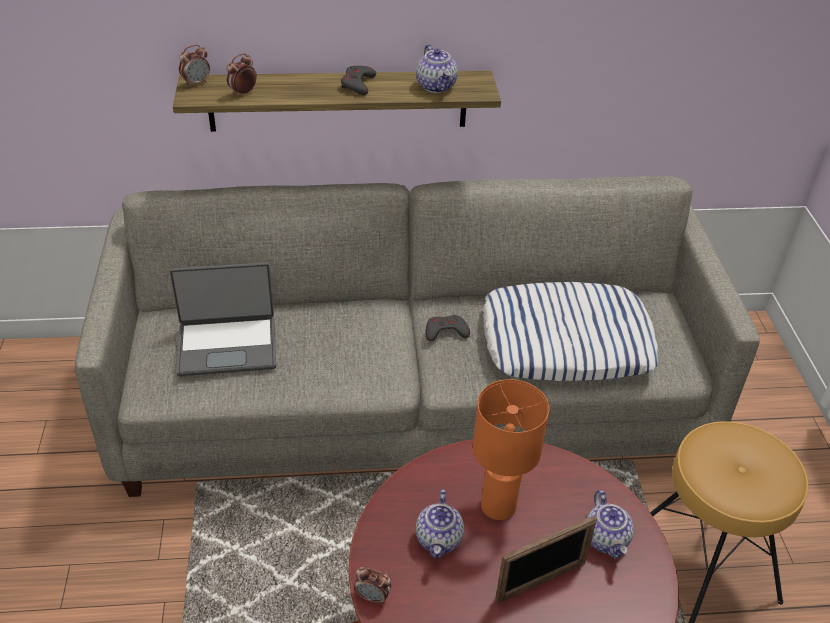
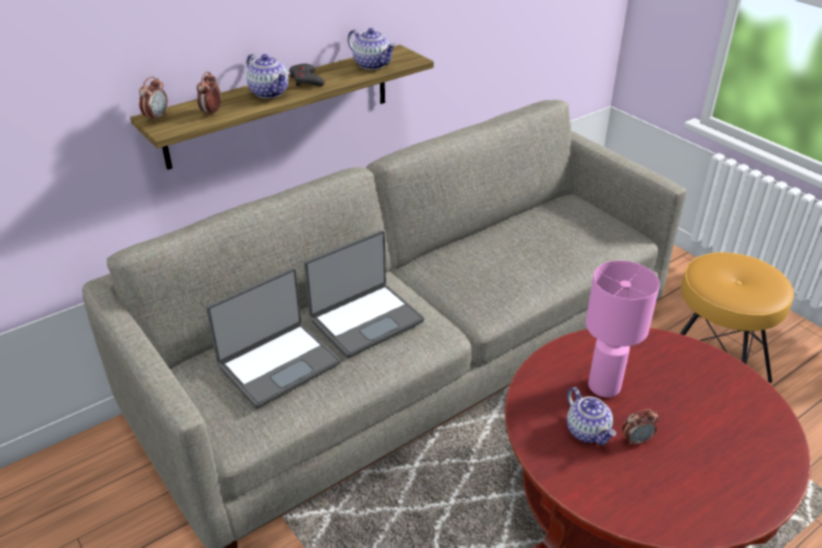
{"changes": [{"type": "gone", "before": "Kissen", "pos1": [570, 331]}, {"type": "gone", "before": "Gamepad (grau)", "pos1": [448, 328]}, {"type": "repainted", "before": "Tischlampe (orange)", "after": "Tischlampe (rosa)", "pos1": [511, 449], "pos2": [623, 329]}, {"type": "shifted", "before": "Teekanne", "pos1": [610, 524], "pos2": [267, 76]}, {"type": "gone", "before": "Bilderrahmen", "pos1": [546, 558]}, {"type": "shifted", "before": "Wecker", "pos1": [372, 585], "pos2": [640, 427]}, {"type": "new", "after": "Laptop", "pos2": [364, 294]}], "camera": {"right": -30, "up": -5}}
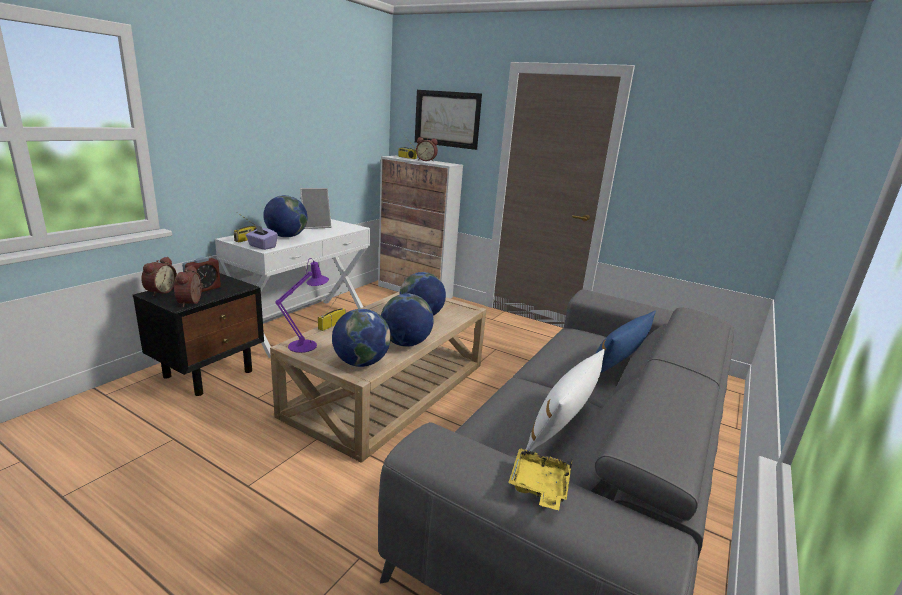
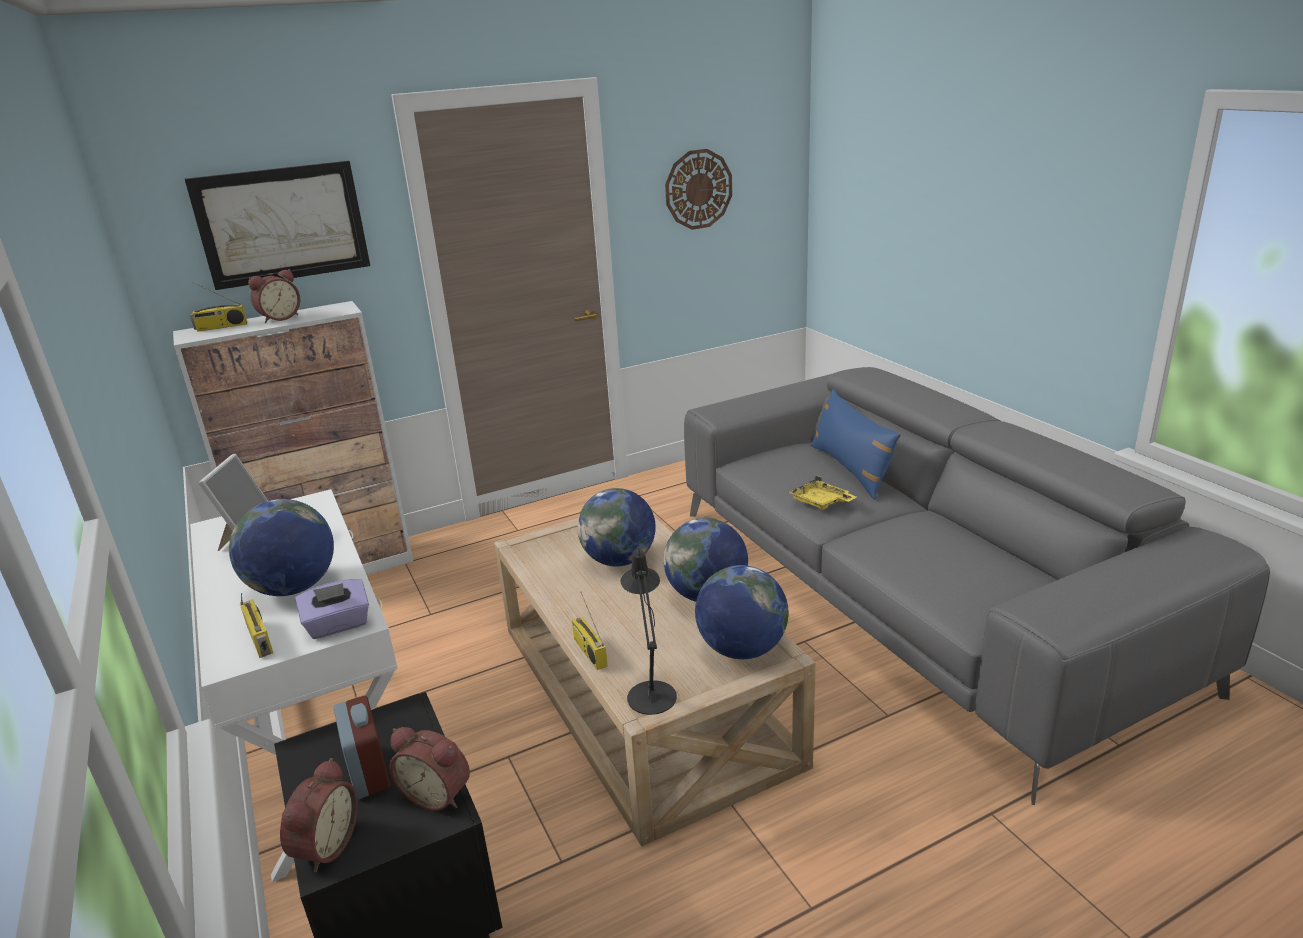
{"changes": [{"type": "rotated", "before": "Wecker", "pos1": [159, 276], "pos2": [319, 815], "turn": 60}, {"type": "repainted", "before": "Tischlampe (lila)", "after": "Tischlampe (schwarz)", "pos1": [302, 305], "pos2": [649, 631]}, {"type": "gone", "before": "Kissen (weiß)", "pos1": [565, 400]}, {"type": "shifted", "before": "Tablett (gelb)", "pos1": [540, 479], "pos2": [822, 493]}, {"type": "new", "after": "Wanduhr", "pos2": [698, 189]}], "camera": {"right": -55, "up": 5}}
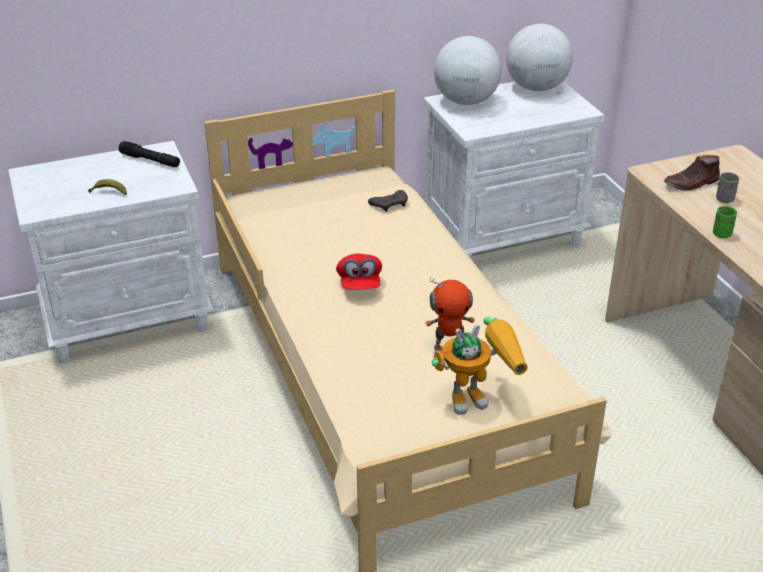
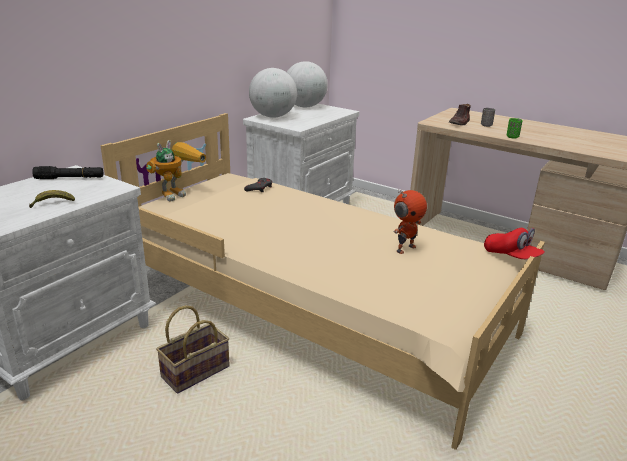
{"changes": [{"type": "shifted", "before": "Kappe (rot)", "pos1": [359, 271], "pos2": [514, 243]}, {"type": "shifted", "before": "Spielzeugroboter", "pos1": [480, 366], "pos2": [176, 171]}, {"type": "new", "after": "Korb", "pos2": [193, 349]}], "camera": {"right": -35, "up": -10}}
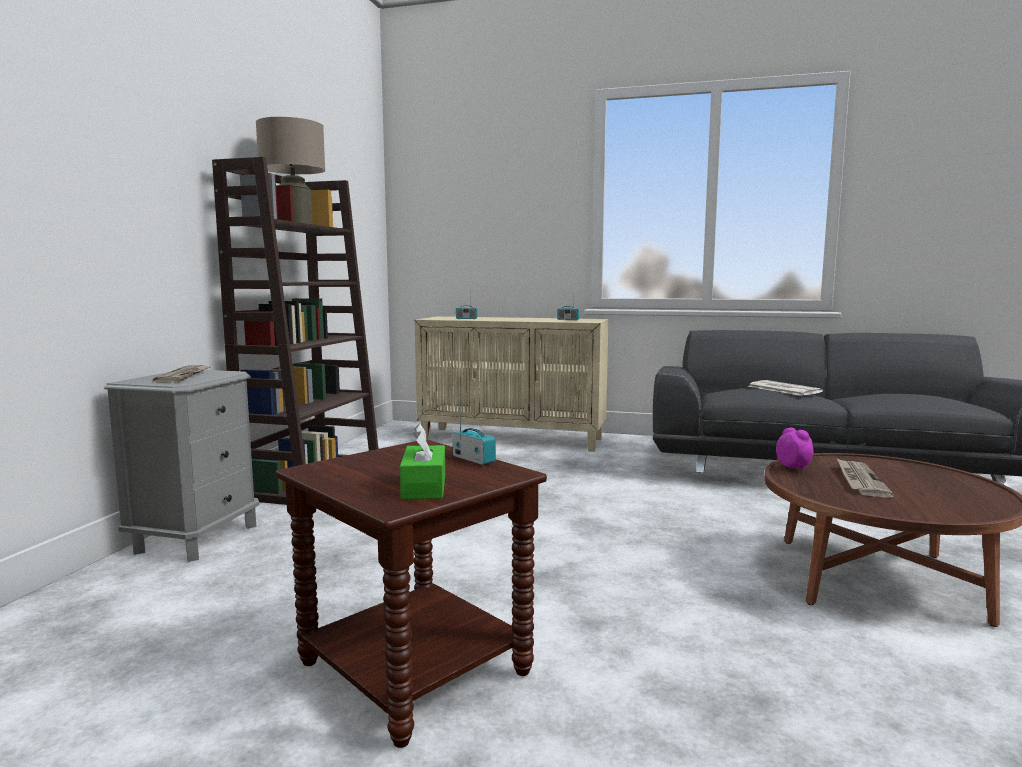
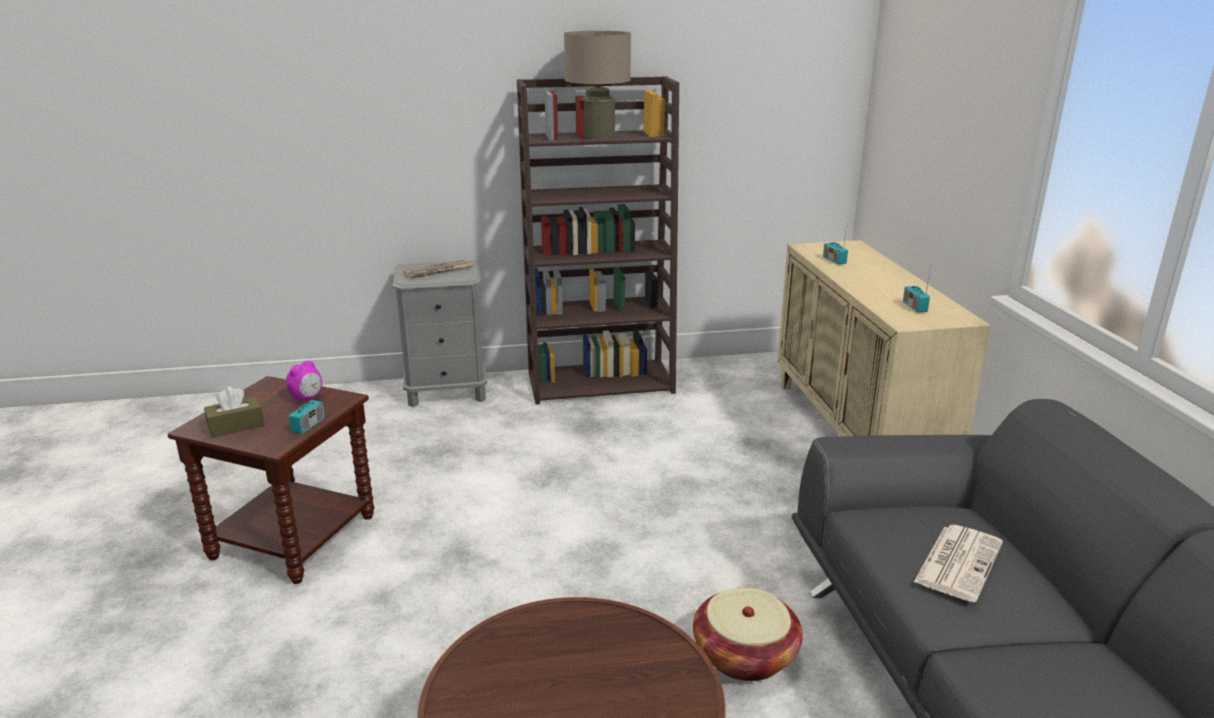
{"changes": [{"type": "repainted", "before": "Taschentuchbox (grün)", "after": "Taschentuchbox (braun)", "pos1": [422, 461], "pos2": [234, 412]}, {"type": "shifted", "before": "Wecker", "pos1": [795, 449], "pos2": [304, 381]}, {"type": "gone", "before": "Zeitung", "pos1": [865, 478]}, {"type": "new", "after": "Korb", "pos2": [748, 634]}], "camera": {"right": 65, "up": 15}}
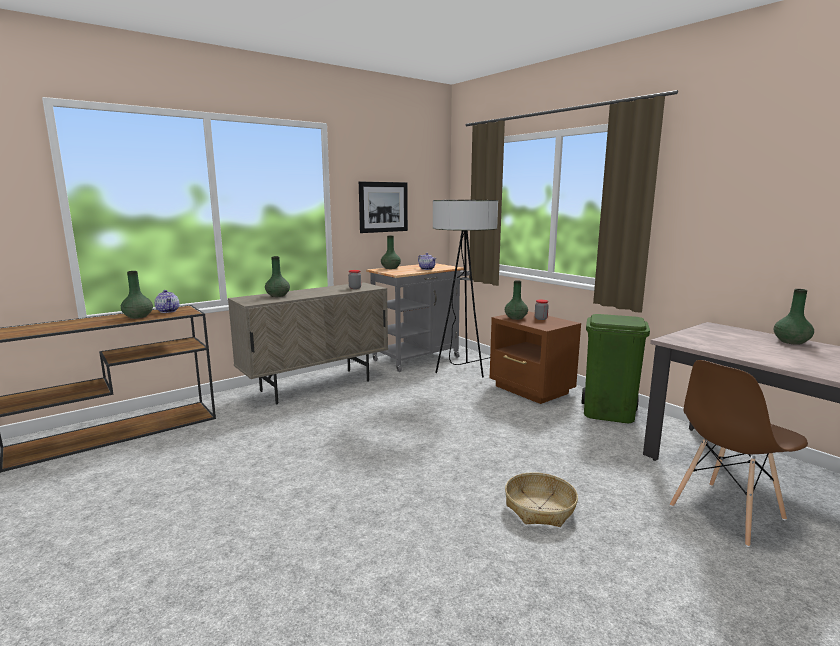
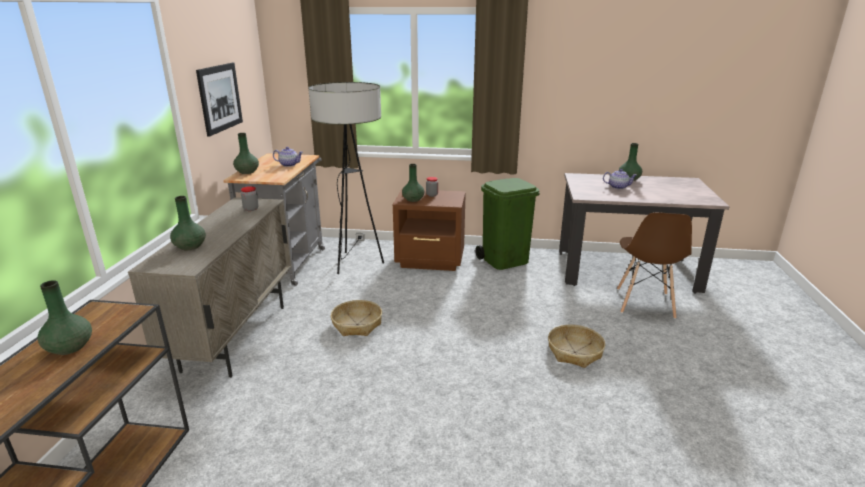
{"changes": [{"type": "shifted", "before": "Teekanne", "pos1": [166, 301], "pos2": [620, 179]}, {"type": "new", "after": "Korb", "pos2": [356, 318]}], "camera": {"right": -45, "up": 10}}
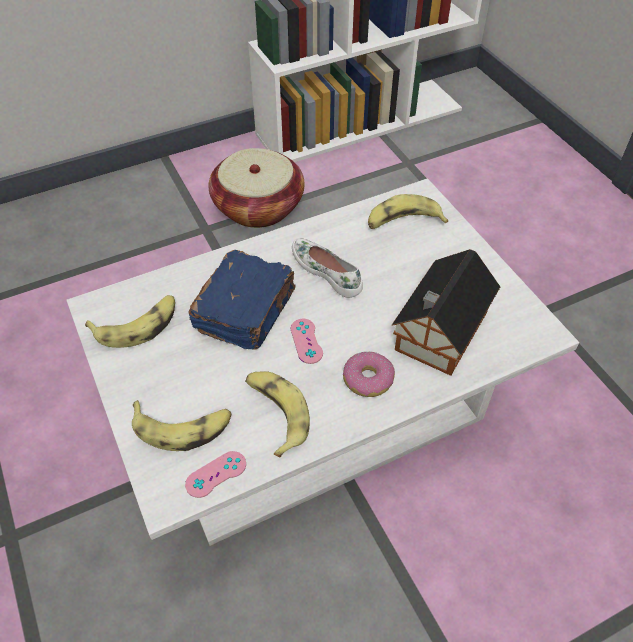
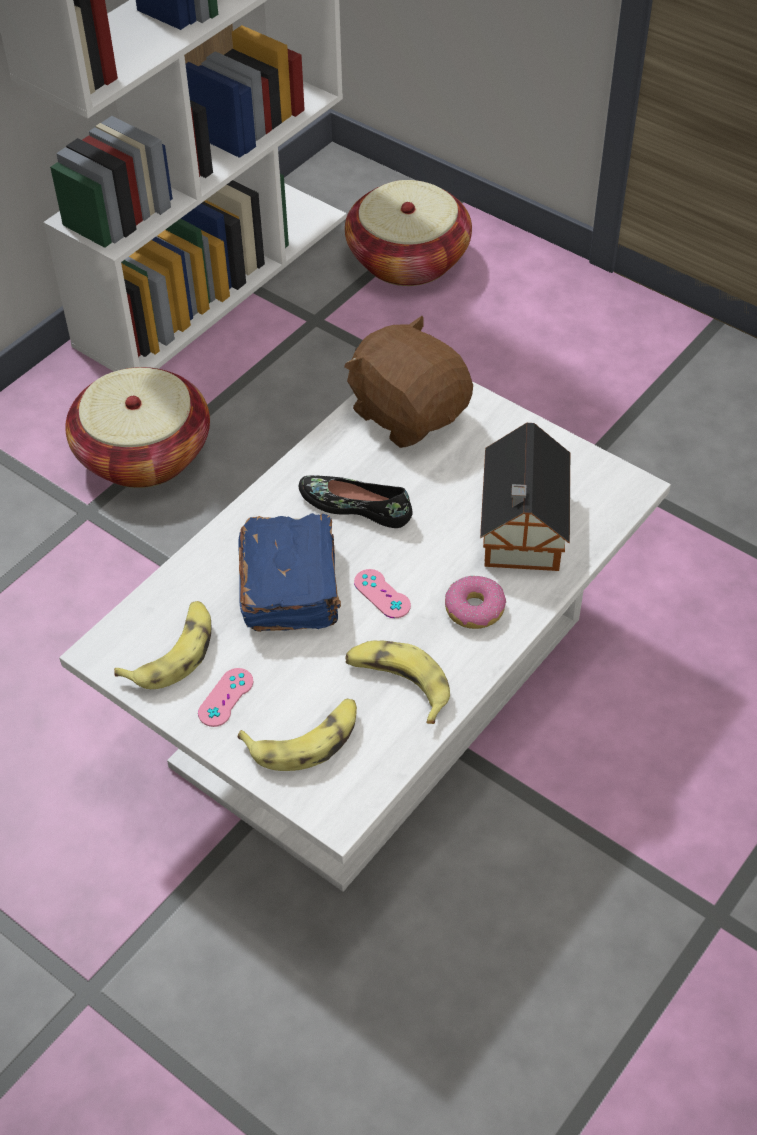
{"changes": [{"type": "swapped", "before": "Banane", "after": "Plüschtier (braun)", "pos1": [408, 211], "pos2": [408, 382]}, {"type": "repainted", "before": "Schuh (weiß)", "after": "Schuh (schwarz)", "pos1": [327, 268], "pos2": [356, 501]}, {"type": "shifted", "before": "Gamepad (rosa)", "pos1": [215, 474], "pos2": [225, 697]}, {"type": "new", "after": "Korb", "pos2": [408, 233]}], "camera": {"right": -25, "up": 0}}
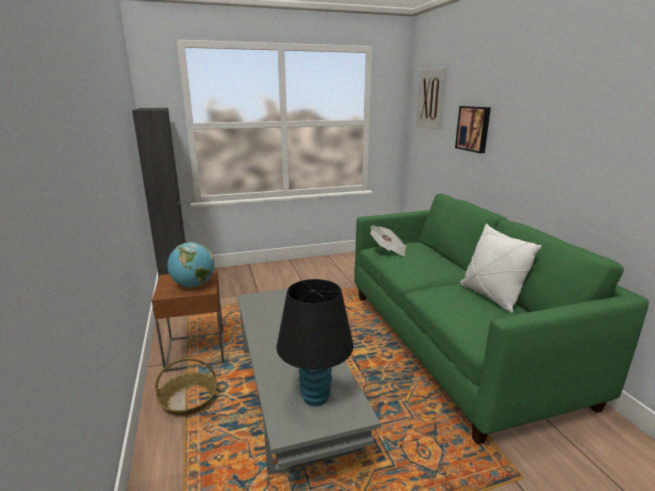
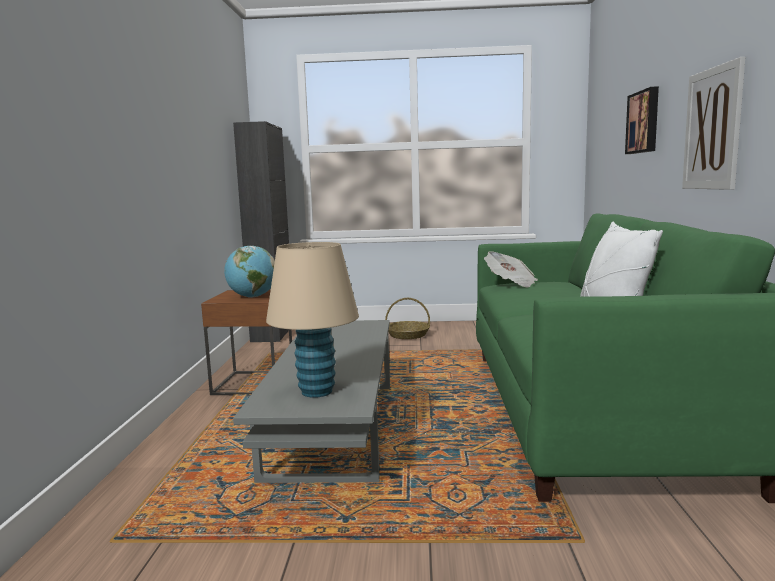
{"changes": [{"type": "shifted", "before": "Bild", "pos1": [431, 98], "pos2": [713, 123]}, {"type": "repainted", "before": "Tischlampe (schwarz)", "after": "Tischlampe (beige)", "pos1": [315, 342], "pos2": [312, 320]}, {"type": "shifted", "before": "Korb", "pos1": [186, 387], "pos2": [407, 318]}], "camera": {"right": 20, "up": -10}}
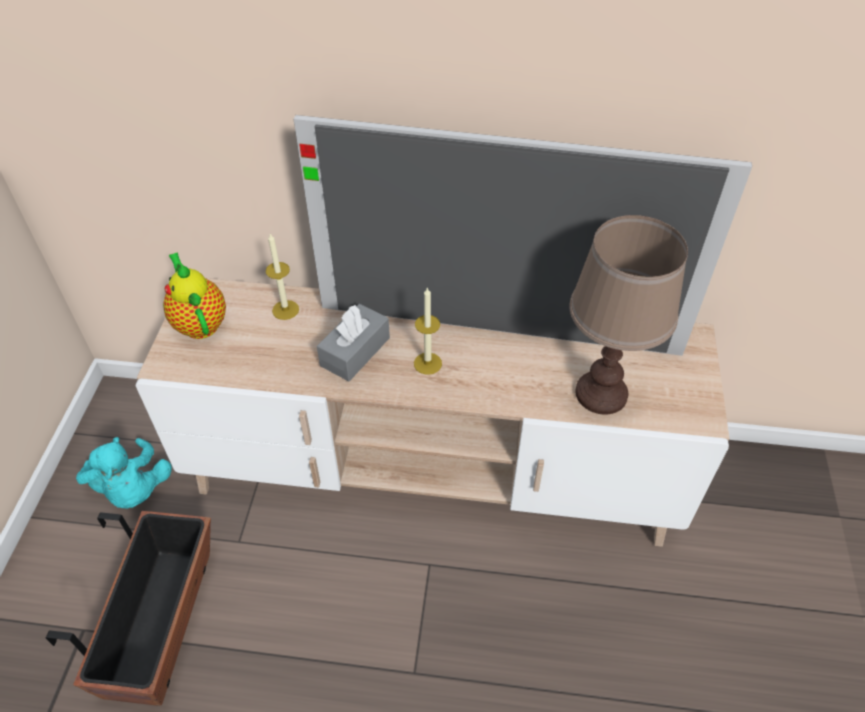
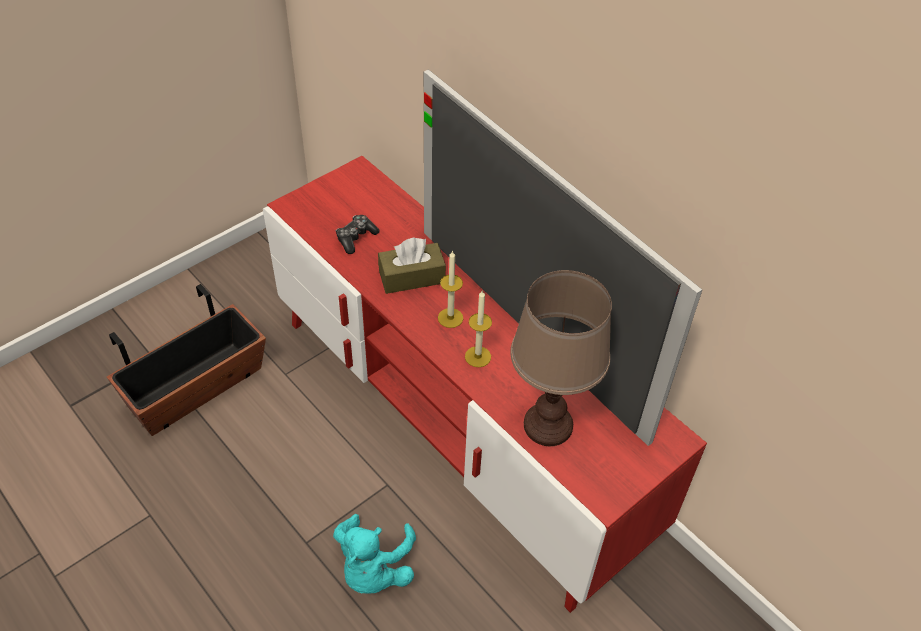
{"changes": [{"type": "shifted", "before": "Kerze", "pos1": [282, 277], "pos2": [478, 328]}, {"type": "gone", "before": "Teekanne", "pos1": [194, 296]}, {"type": "repainted", "before": "Fernsehschrank (beige)", "after": "Fernsehschrank (rot)", "pos1": [432, 412], "pos2": [485, 384]}, {"type": "repainted", "before": "Taschentuchbox (grau)", "after": "Taschentuchbox (braun)", "pos1": [353, 342], "pos2": [412, 265]}, {"type": "shifted", "before": "Plüschtier (türkis)", "pos1": [124, 472], "pos2": [374, 554]}, {"type": "new", "after": "Gamepad", "pos2": [358, 234]}], "camera": {"right": 40, "up": 0}}
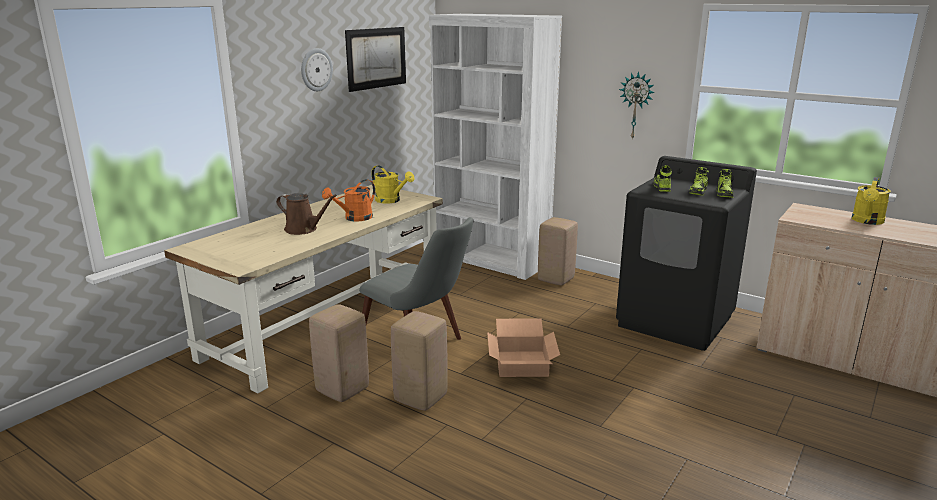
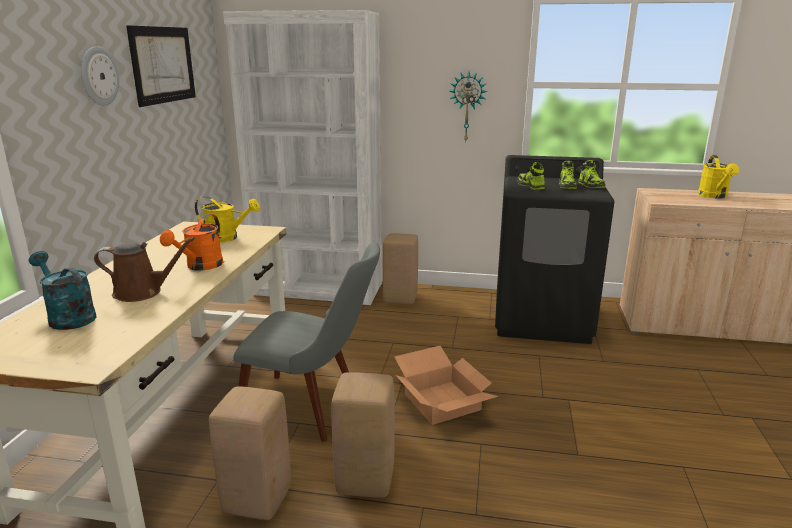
{"changes": [{"type": "new", "after": "Gießkanne (türkis)", "pos2": [62, 290]}], "camera": {"right": -25, "up": 0}}
